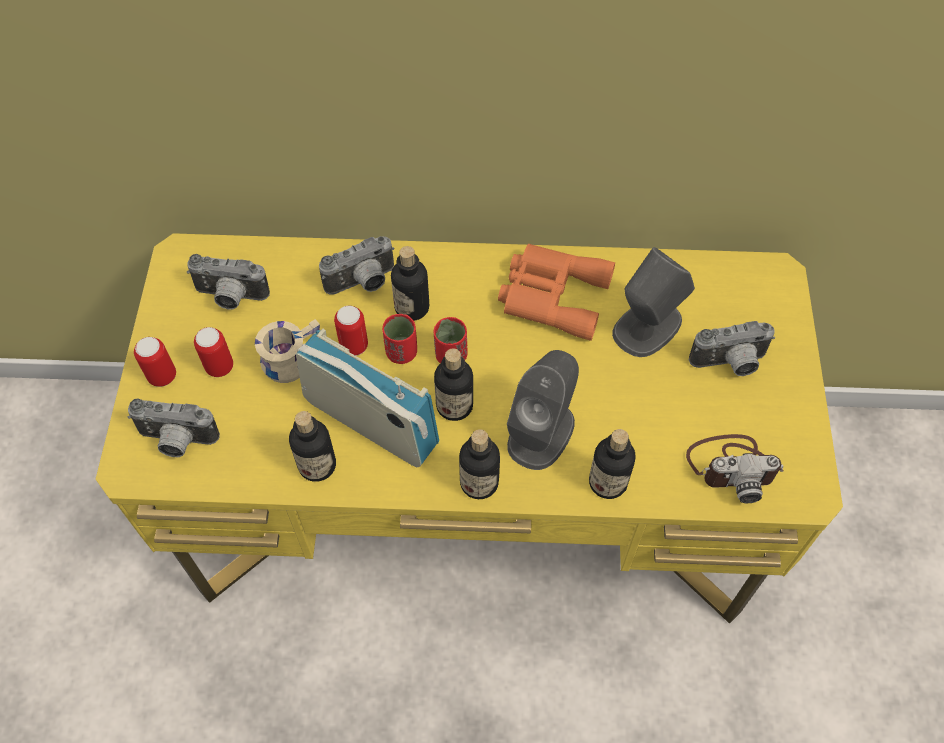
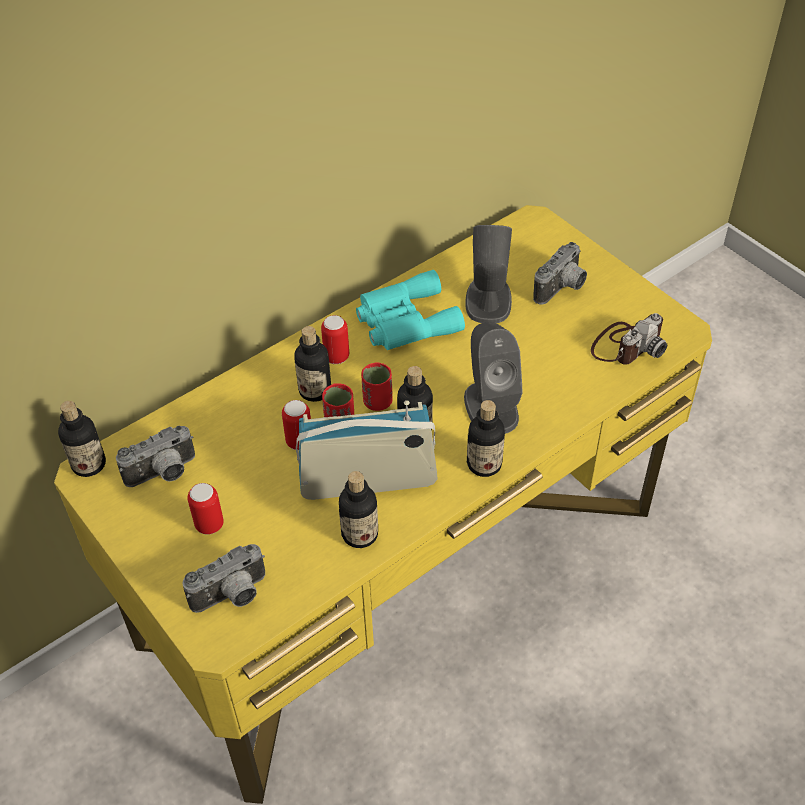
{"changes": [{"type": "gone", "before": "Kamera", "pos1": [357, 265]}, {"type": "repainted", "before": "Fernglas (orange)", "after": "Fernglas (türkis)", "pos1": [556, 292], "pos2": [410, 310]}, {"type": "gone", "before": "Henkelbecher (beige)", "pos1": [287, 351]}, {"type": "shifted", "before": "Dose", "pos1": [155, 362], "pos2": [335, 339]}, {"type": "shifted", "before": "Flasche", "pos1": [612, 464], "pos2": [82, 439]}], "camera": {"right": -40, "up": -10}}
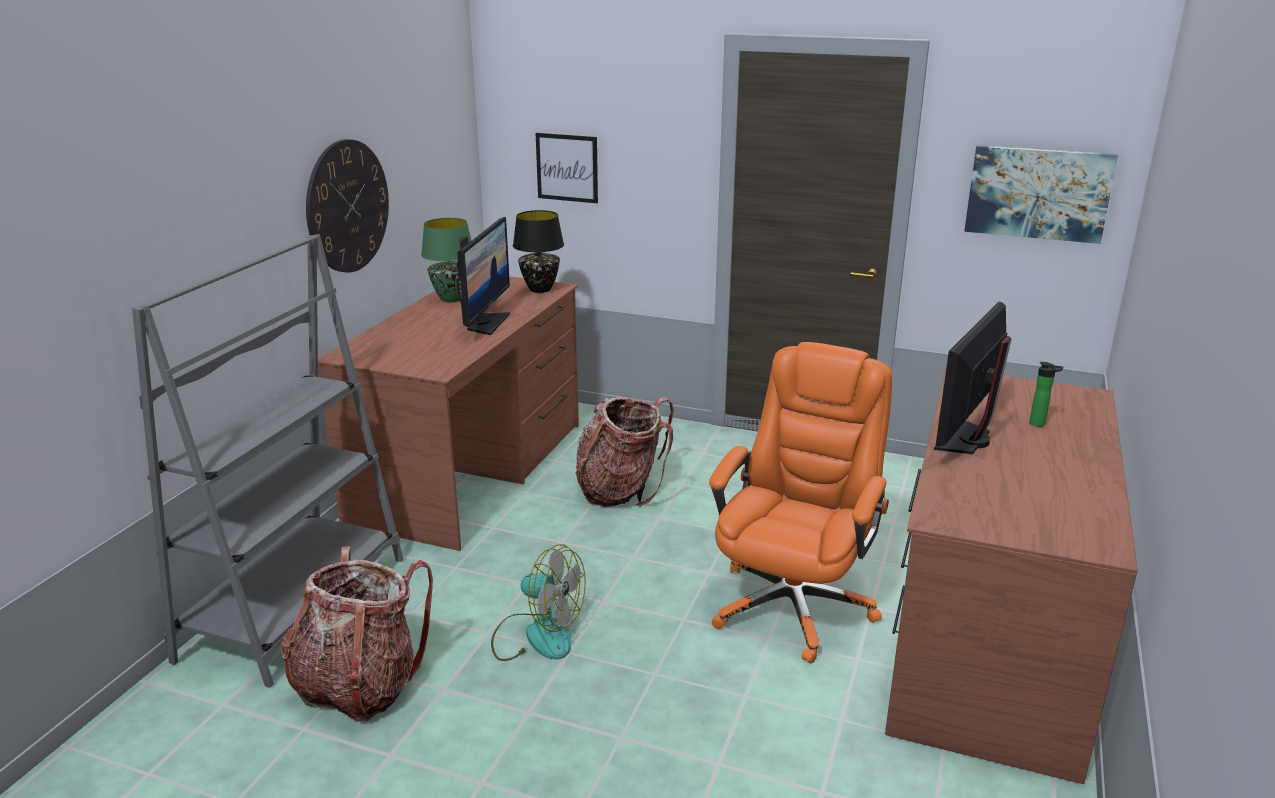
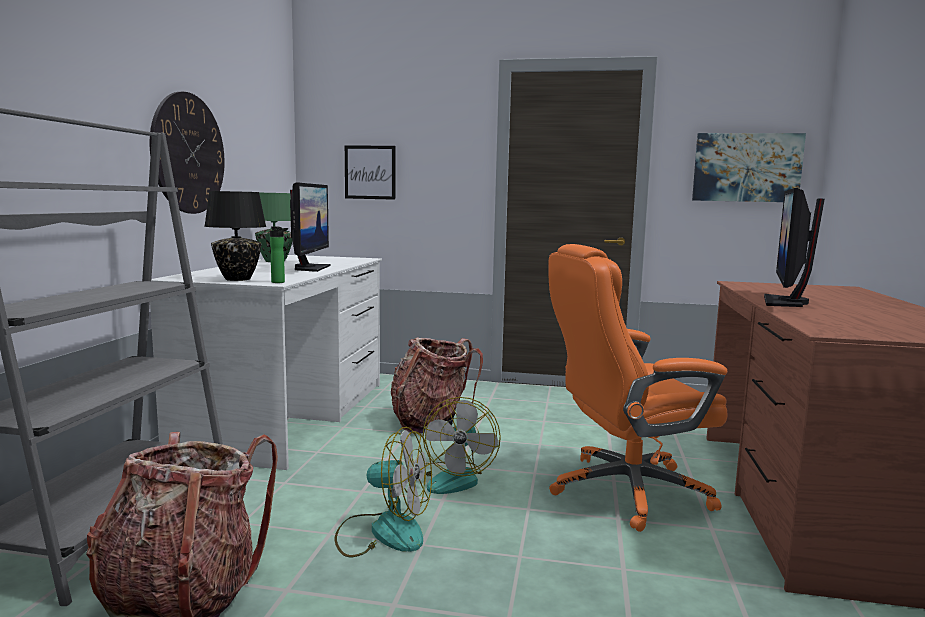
{"changes": [{"type": "shifted", "before": "Tischlampe (schwarz)", "pos1": [538, 251], "pos2": [235, 236]}, {"type": "repainted", "before": "Schreibtisch (braun)", "after": "Schreibtisch (weiß)", "pos1": [448, 413], "pos2": [266, 362]}, {"type": "rotated", "before": "Bürostuhl (orange)", "pos1": [800, 503], "pos2": [638, 388], "turn": -120}, {"type": "shifted", "before": "Flasche", "pos1": [1046, 394], "pos2": [279, 254]}, {"type": "new", "after": "Ventilator", "pos2": [462, 445]}], "camera": {"right": -10, "up": -15}}
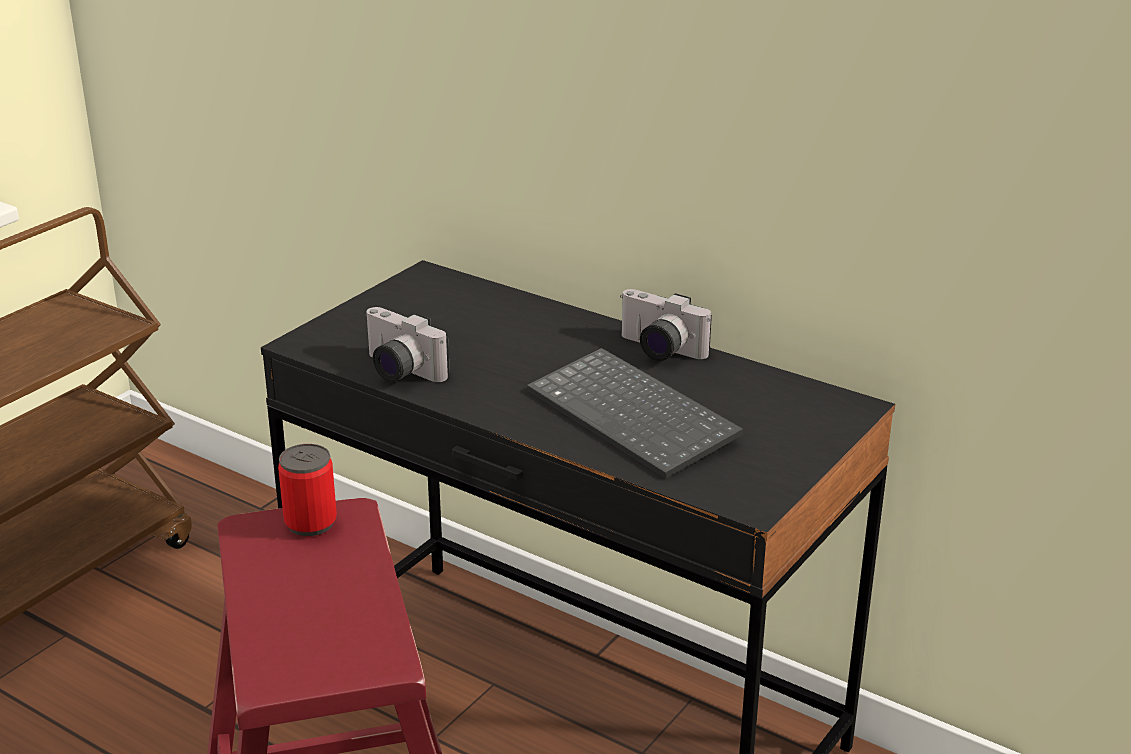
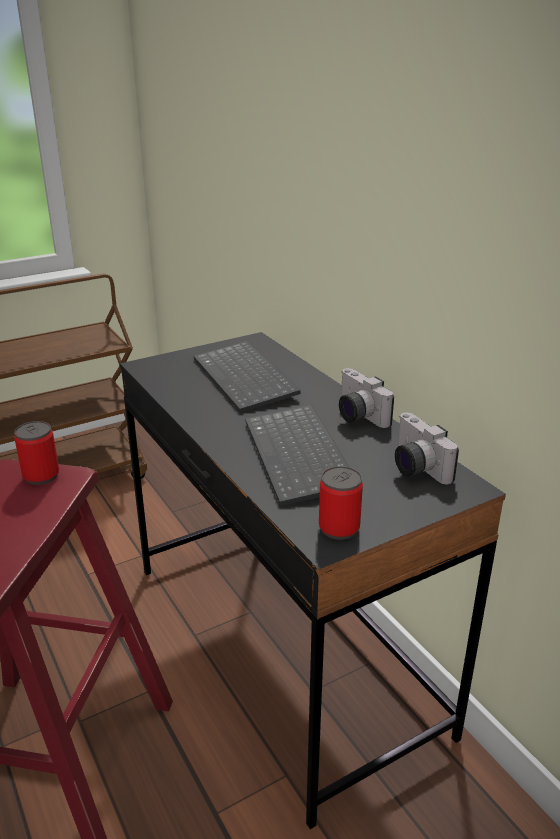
{"changes": [{"type": "shifted", "before": "Kamera", "pos1": [407, 344], "pos2": [427, 448]}, {"type": "new", "after": "Tastatur", "pos2": [247, 377]}, {"type": "new", "after": "Dose", "pos2": [341, 503]}], "camera": {"right": 25, "up": 0}}
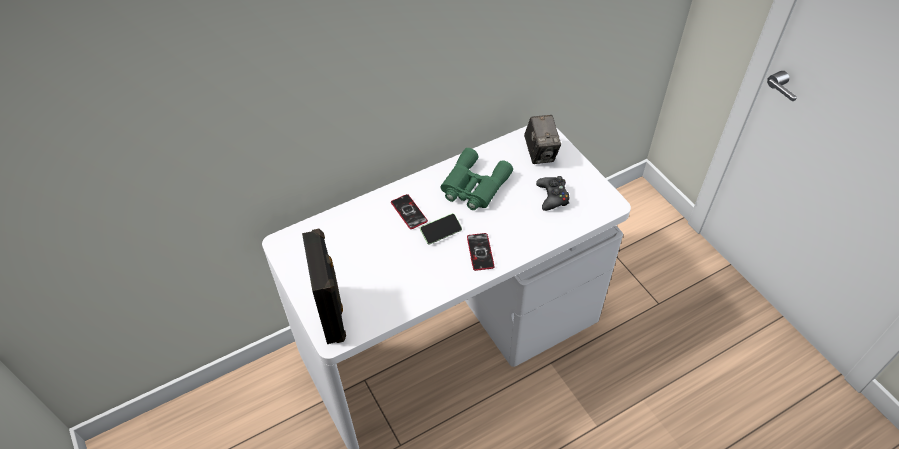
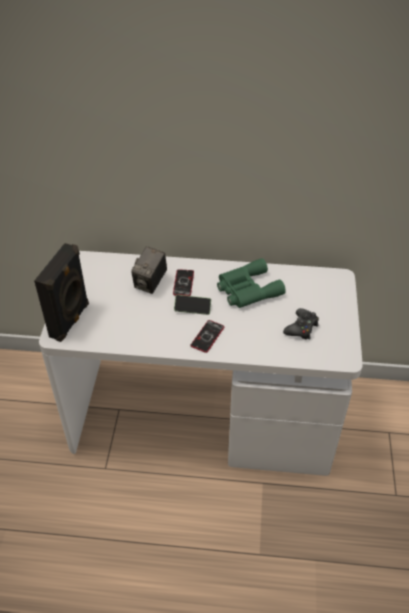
{"changes": [{"type": "shifted", "before": "Kamera", "pos1": [542, 139], "pos2": [149, 270]}], "camera": {"right": 35, "up": -5}}
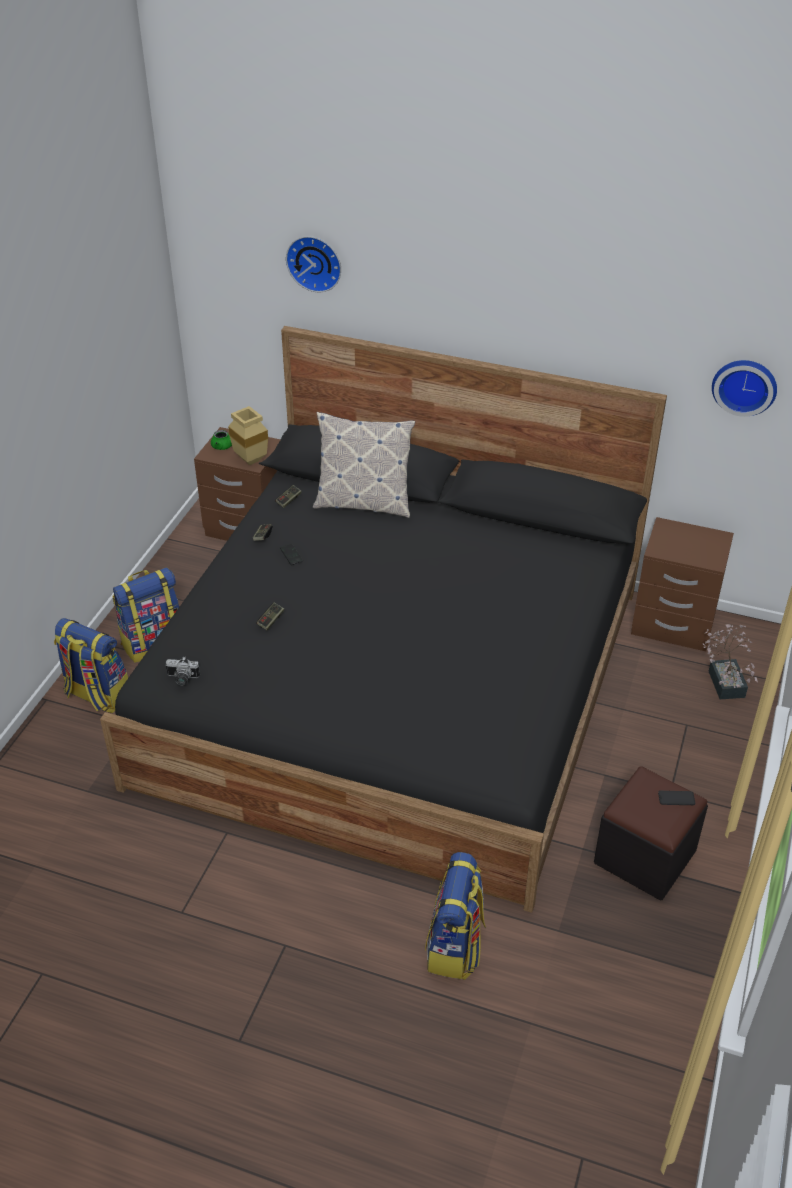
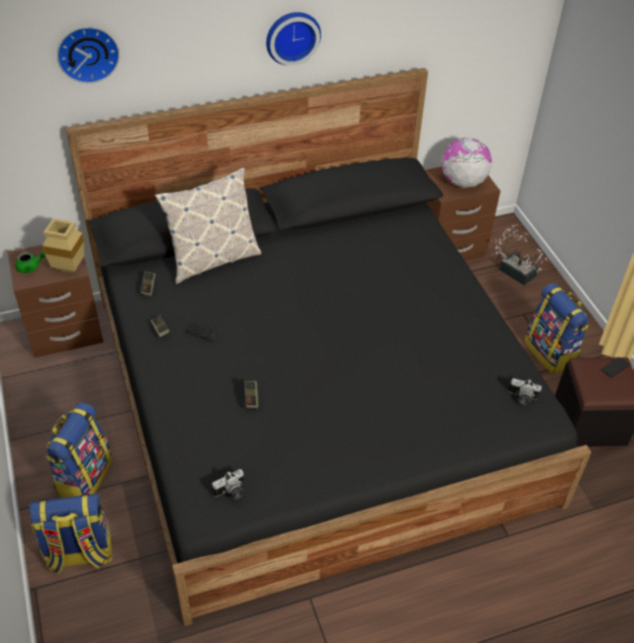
{"changes": [{"type": "shifted", "before": "Wanduhr", "pos1": [744, 388], "pos2": [293, 39]}, {"type": "shifted", "before": "Rucksack", "pos1": [455, 916], "pos2": [556, 328]}, {"type": "new", "after": "Globus", "pos2": [466, 163]}, {"type": "new", "after": "Kamera", "pos2": [525, 391]}], "camera": {"right": -40, "up": 5}}
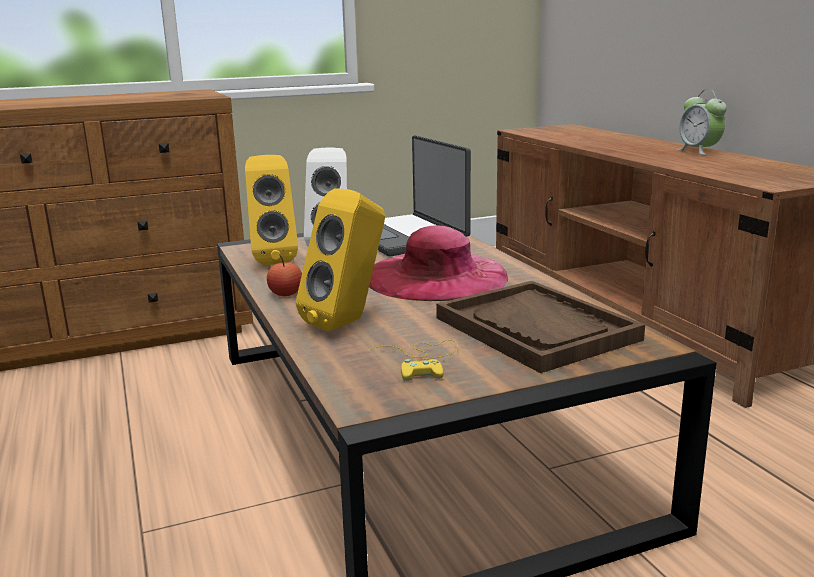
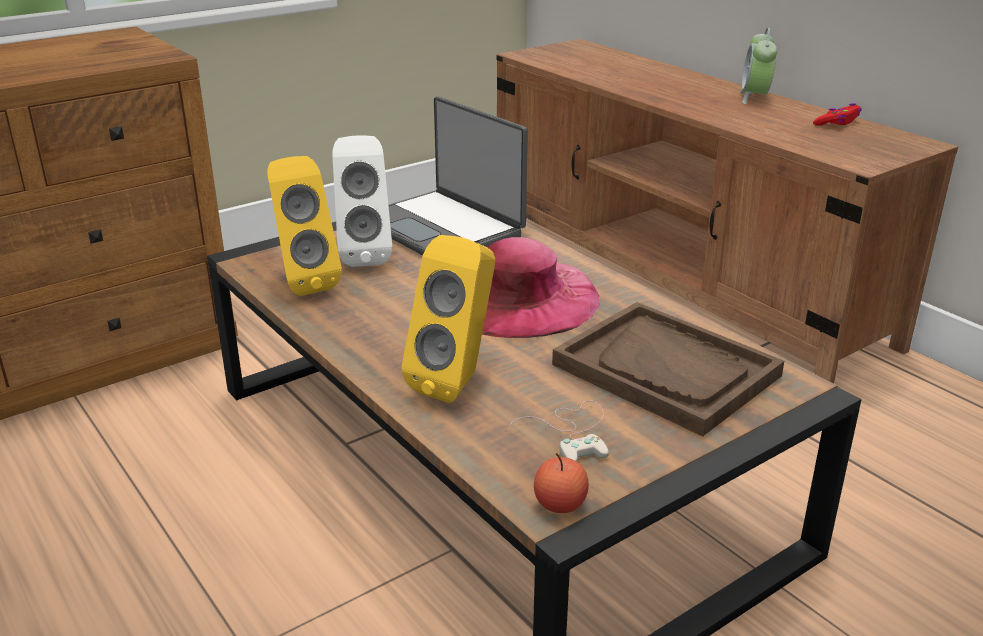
{"changes": [{"type": "rotated", "before": "Wecker", "pos1": [702, 122], "pos2": [758, 66], "turn": 45}, {"type": "shifted", "before": "Apfel", "pos1": [284, 275], "pos2": [561, 483]}, {"type": "repainted", "before": "Gamepad (gelb)", "after": "Gamepad (weiß)", "pos1": [413, 360], "pos2": [559, 430]}, {"type": "new", "after": "Gamepad (rot)", "pos2": [837, 114]}], "camera": {"right": -15, "up": 10}}
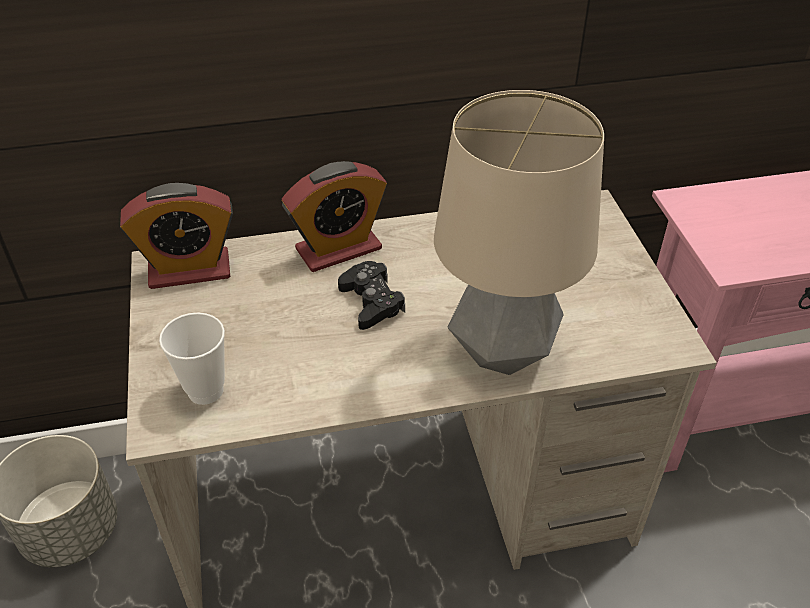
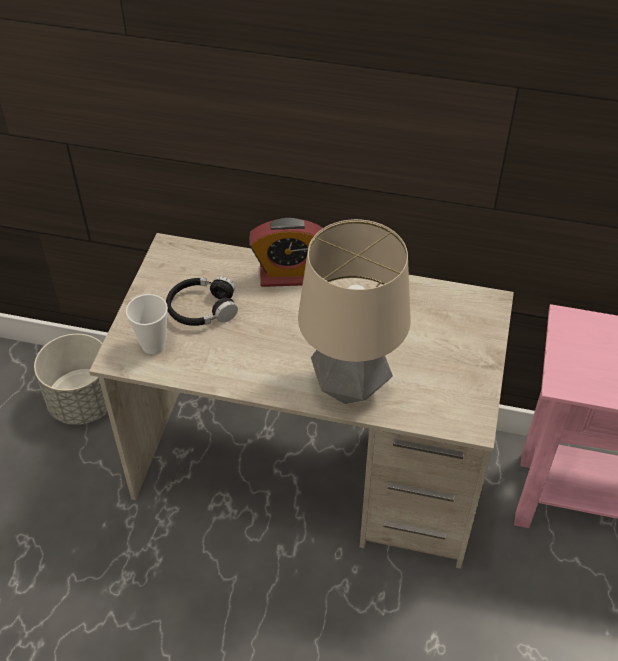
{"changes": [{"type": "gone", "before": "Wecker", "pos1": [176, 236]}, {"type": "gone", "before": "Gamepad (schwarz)", "pos1": [371, 295]}, {"type": "new", "after": "Kopfhörer (schwarz)", "pos2": [202, 301]}], "camera": {"right": 25, "up": 5}}
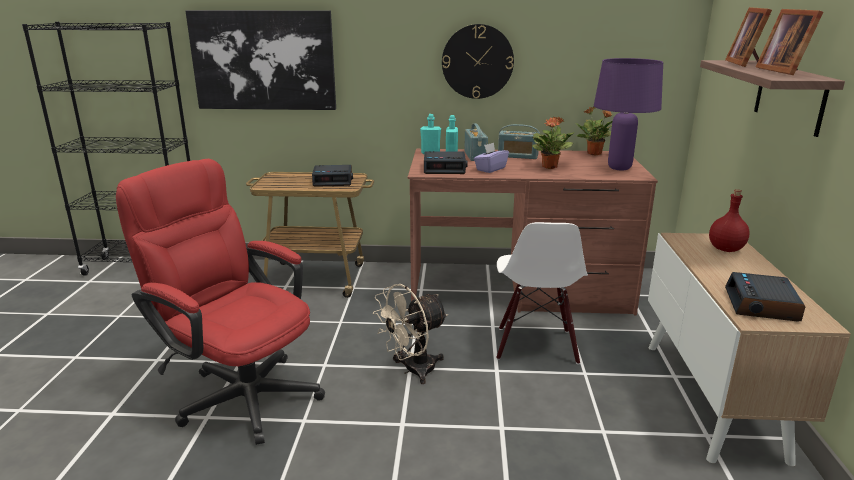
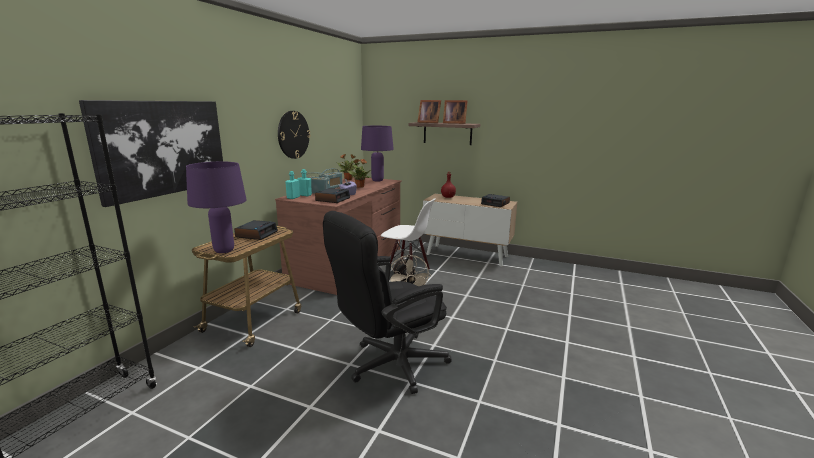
{"changes": [{"type": "repainted", "before": "Bürostuhl (rot)", "after": "Bürostuhl (schwarz)", "pos1": [220, 302], "pos2": [387, 302]}, {"type": "new", "after": "Tischlampe (lila)", "pos2": [216, 207]}], "camera": {"right": -70, "up": -5}}
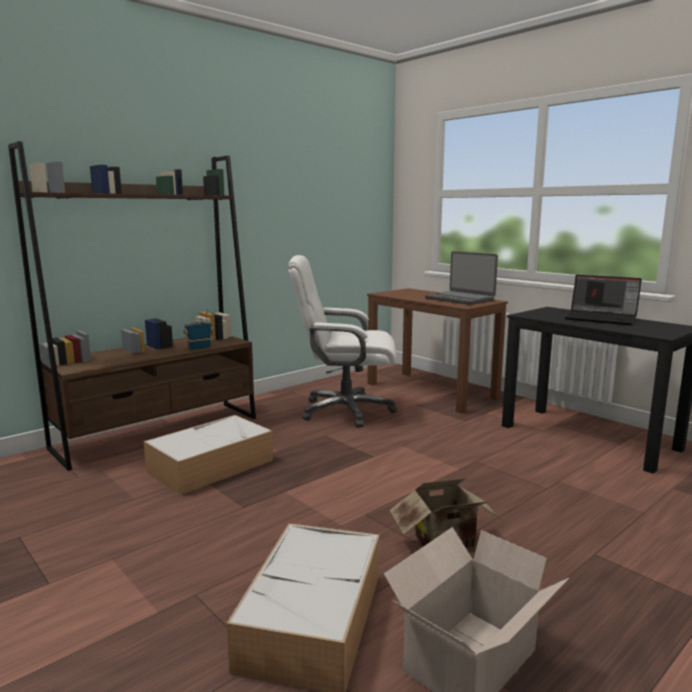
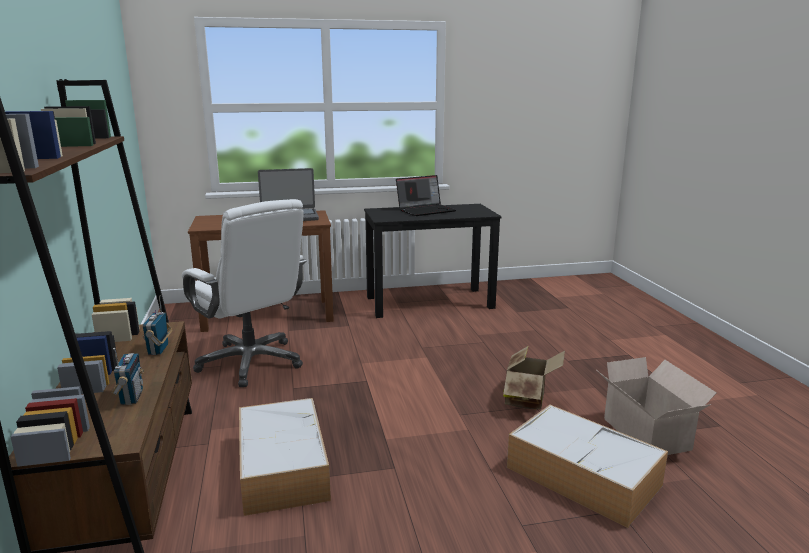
{"changes": [{"type": "rotated", "before": "Bürostuhl (weiß)", "pos1": [342, 341], "pos2": [244, 293], "turn": -75}, {"type": "new", "after": "Radio", "pos2": [128, 376]}], "camera": {"right": -60, "up": 5}}
